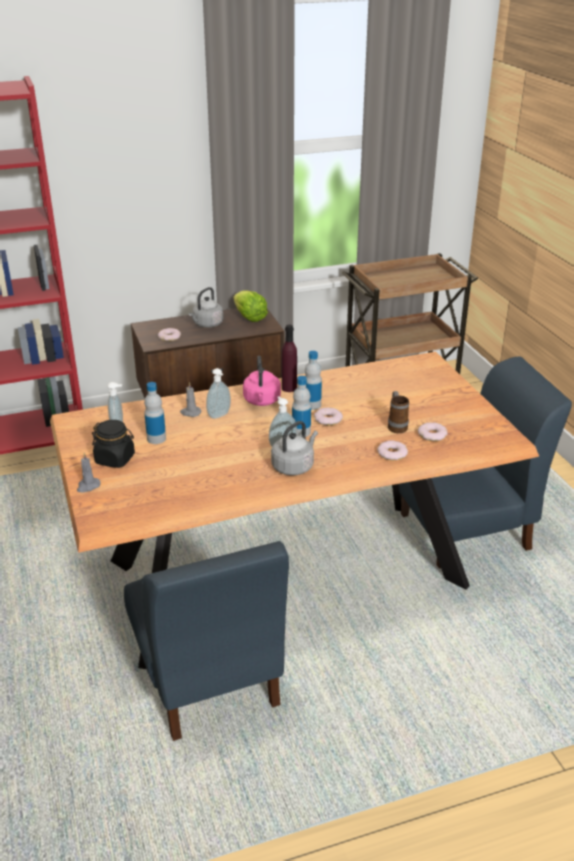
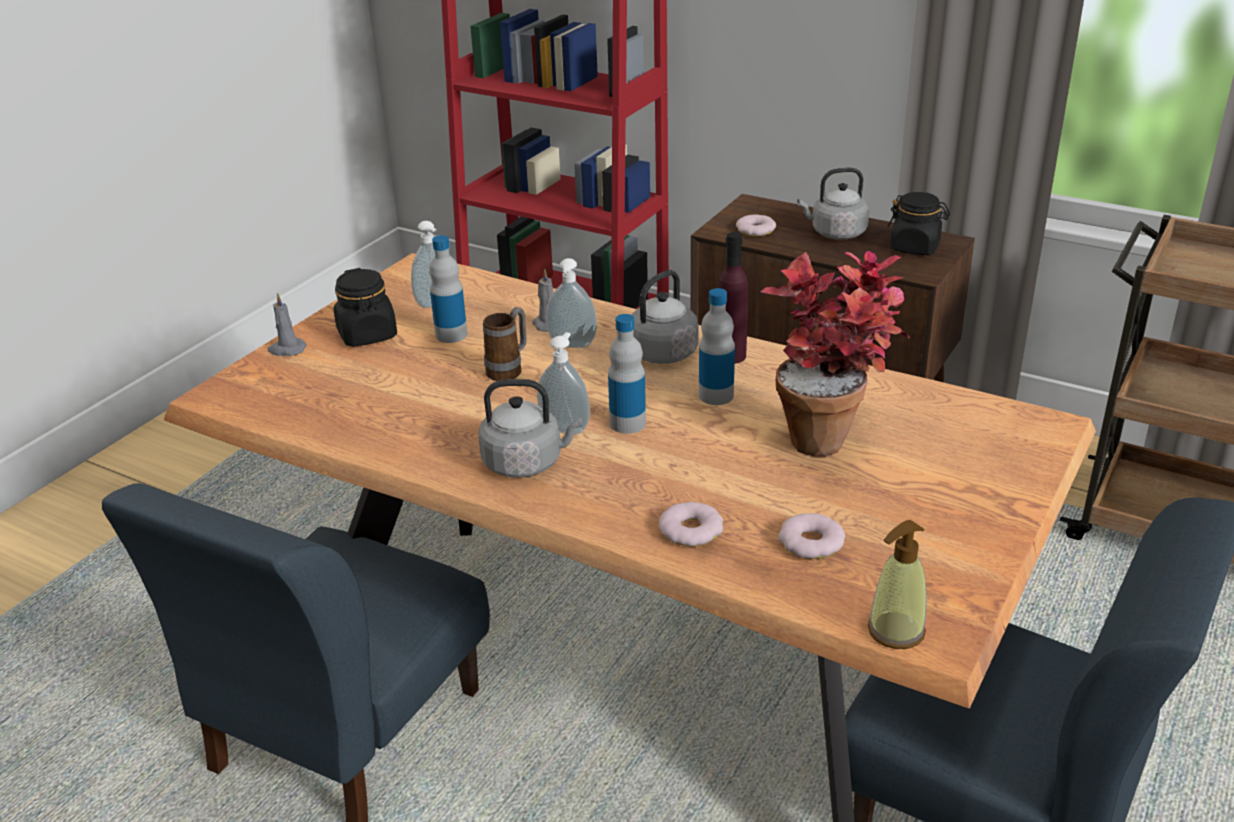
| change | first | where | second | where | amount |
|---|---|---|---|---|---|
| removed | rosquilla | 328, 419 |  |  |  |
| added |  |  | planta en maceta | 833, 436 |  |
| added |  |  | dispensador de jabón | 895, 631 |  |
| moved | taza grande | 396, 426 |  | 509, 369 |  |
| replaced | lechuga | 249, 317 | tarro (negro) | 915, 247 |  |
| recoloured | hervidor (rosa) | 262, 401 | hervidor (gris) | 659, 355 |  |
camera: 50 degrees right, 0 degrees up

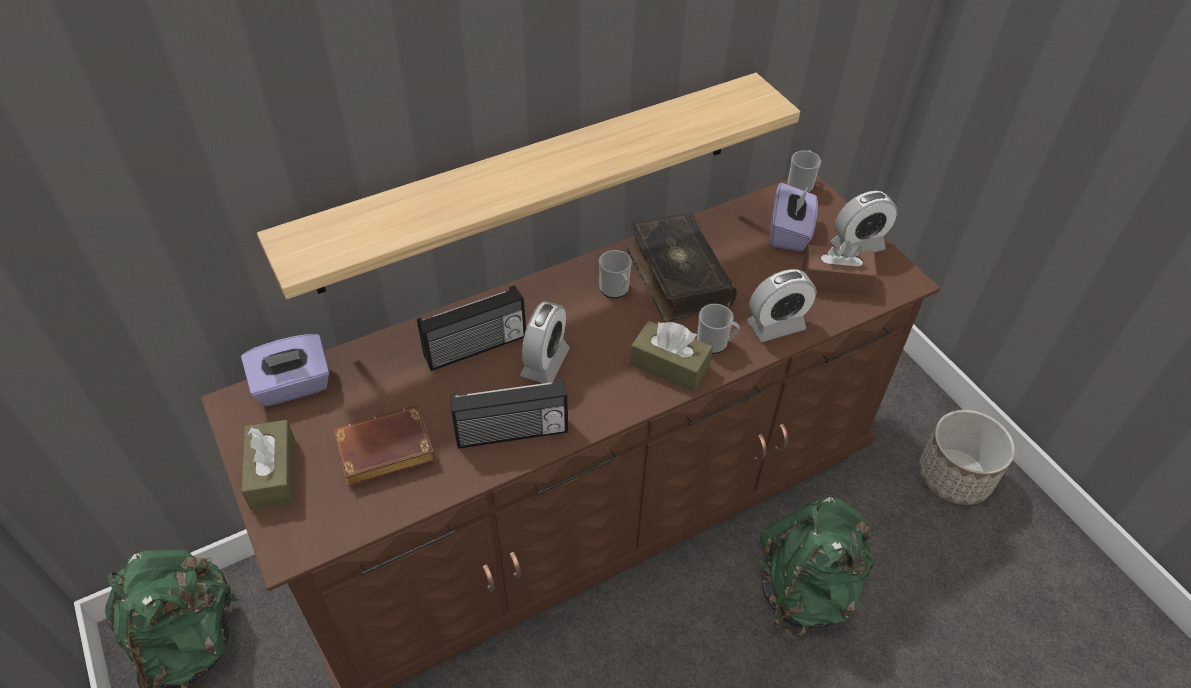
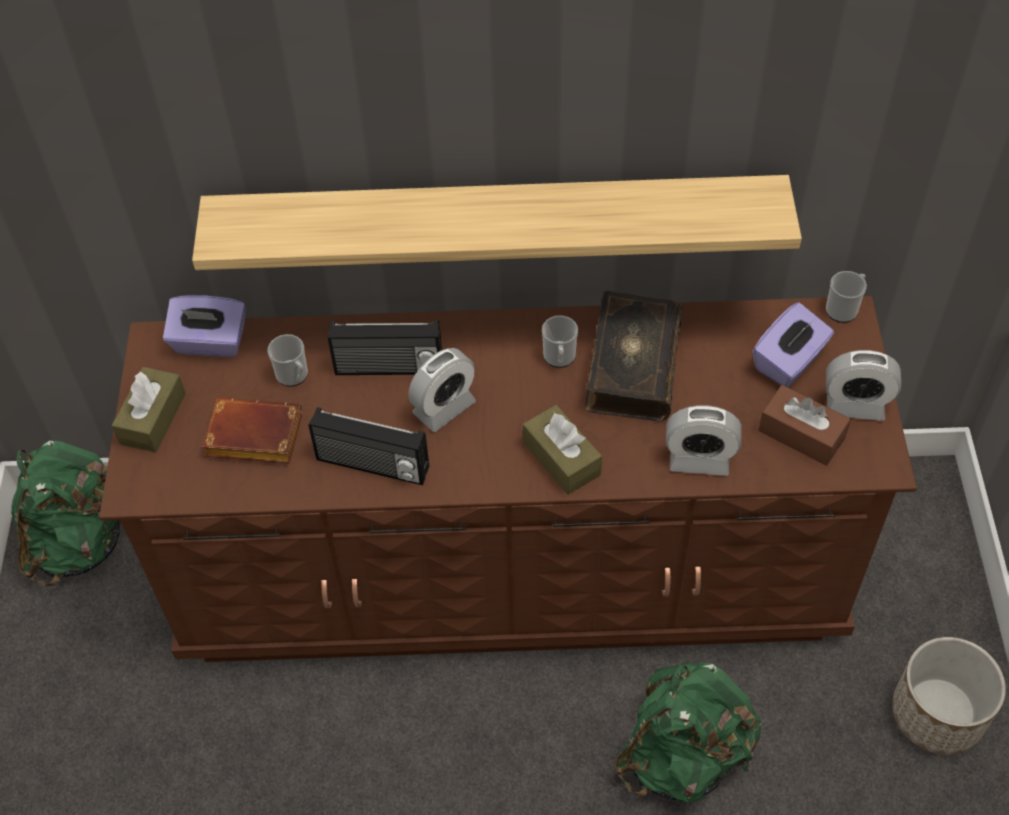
| change | first | where | second | where | amount |
|---|---|---|---|---|---|
| moved | taza grande | 715, 343 |  | 294, 376 |  |
camera: 30 degrees right, 5 degrees up

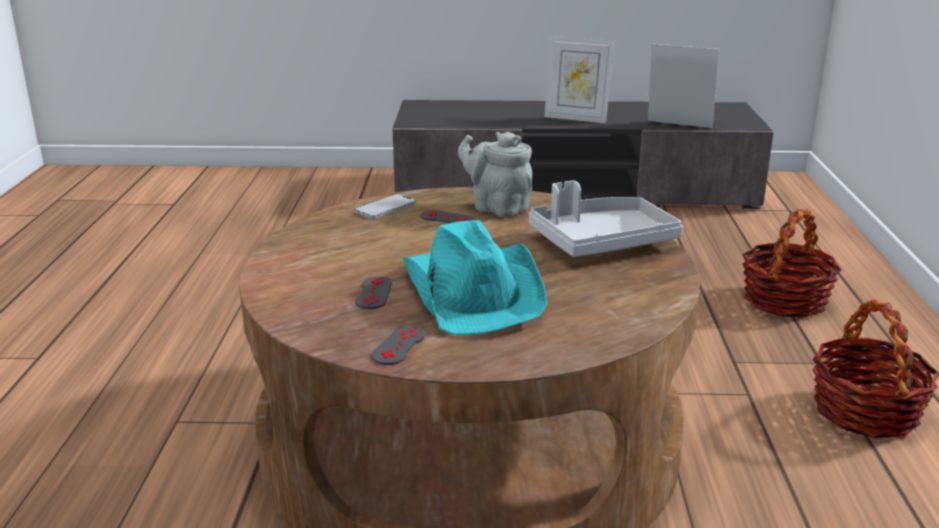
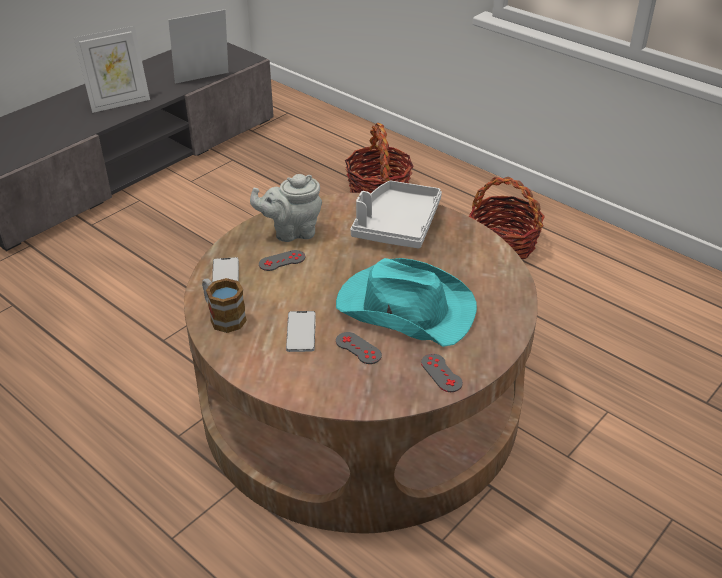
| change | first | where | second | where | amount |
|---|---|---|---|---|---|
| added |  |  | taza grande | 223, 317 |  |
| added |  |  | móvil | 301, 332 |  |
camera: 50 degrees left, 15 degrees up

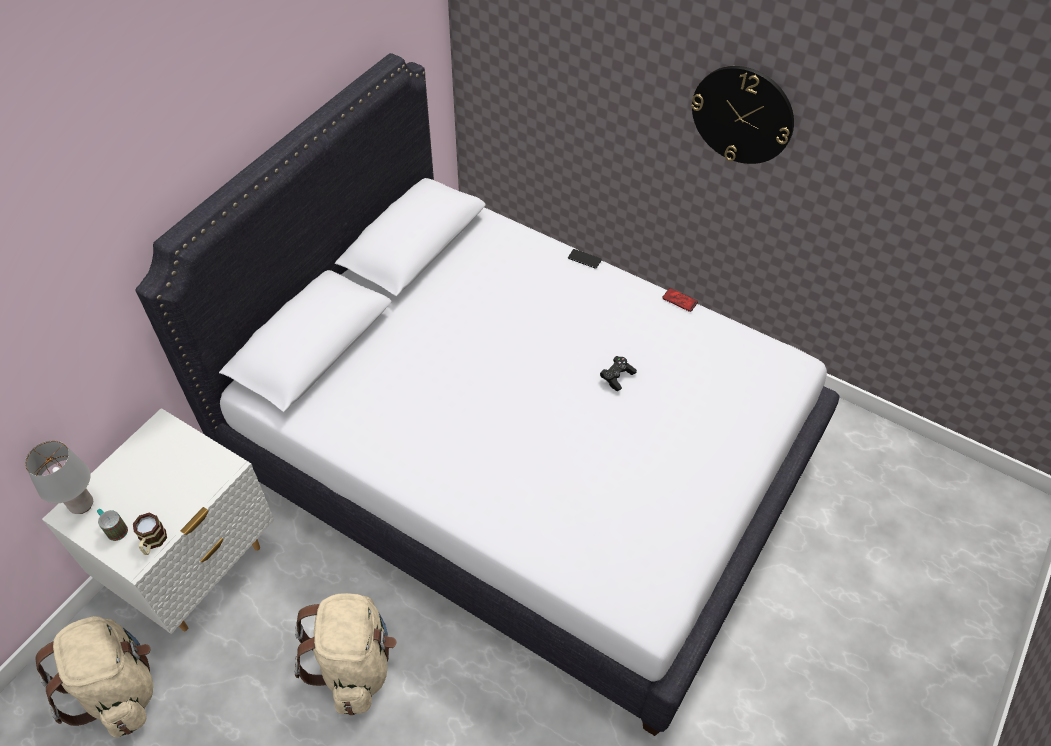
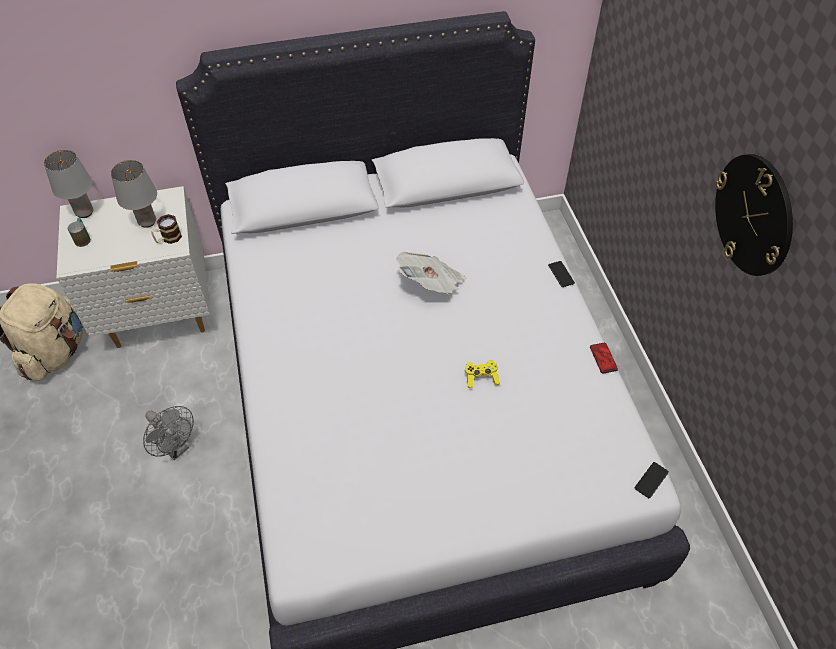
| change | first | where | second | where | amount |
|---|---|---|---|---|---|
| added |  |  | lámpara de mesa (gris) | 148, 222 |  |
| added |  |  | periódico | 432, 284 |  |
| added |  |  | móvil | 651, 480 |  |
| moved | taza grande | 152, 542 |  | 168, 239 |  |
| replaced | mochila (beis) | 355, 664 | ventilador (gris) | 176, 448 |  |
| recoloured | mando de consola (negro) | 617, 377 | mando de consola (amarillo) | 481, 378 |  |
camera: 45 degrees right, 0 degrees up

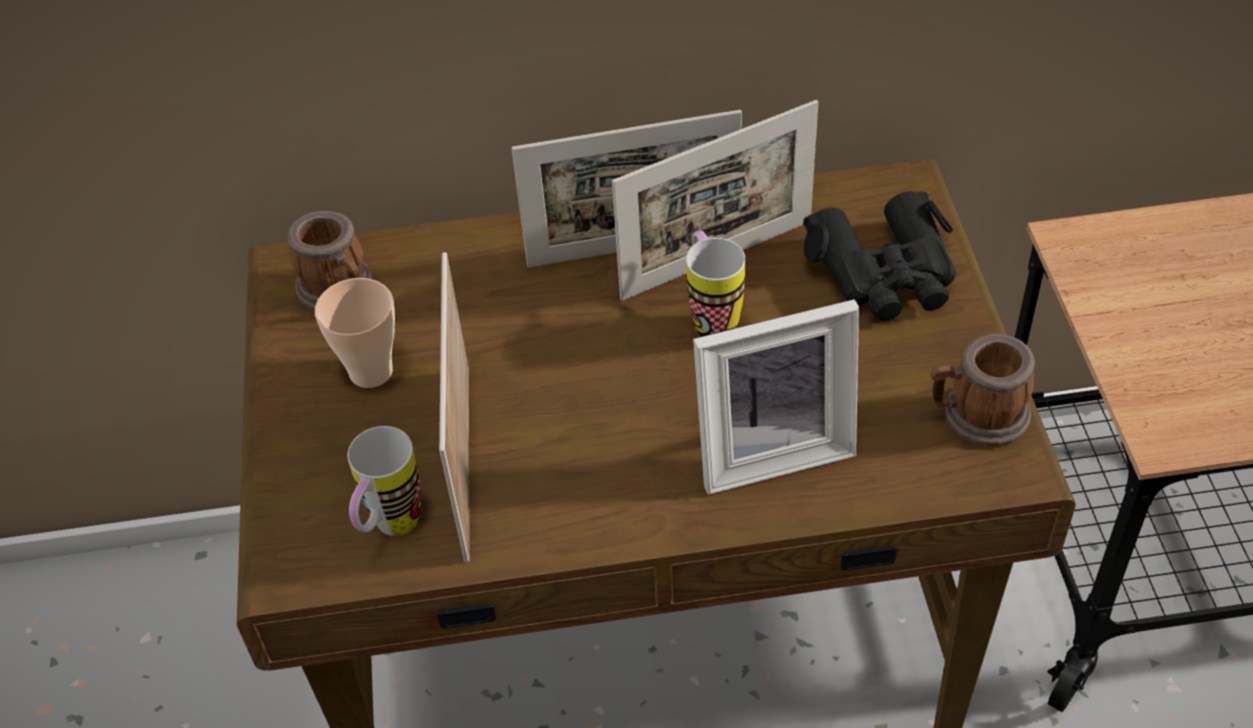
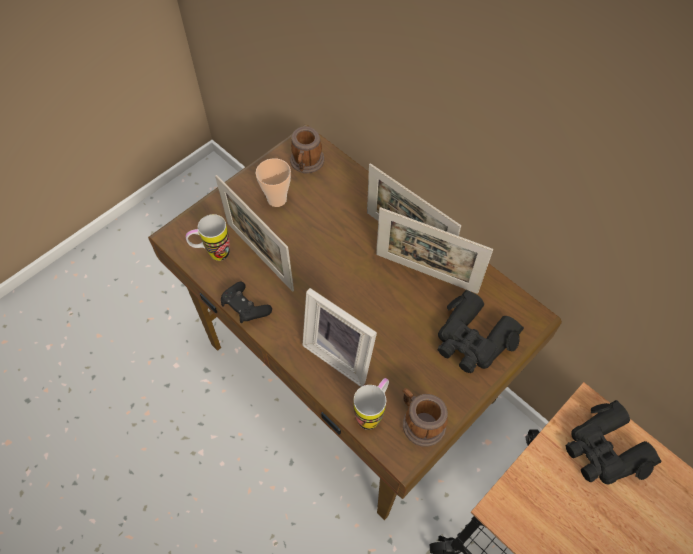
| change | first | where | second | where | amount |
|---|---|---|---|---|---|
| added |  |  | mando de consola (negro) | 245, 308 |  |
| added |  |  | prismáticos (negro) | 604, 450 |  |
| moved | taza grande | 710, 318 |  | 372, 412 |  |
| turned | portarretratos | 466, 460 |  | 259, 256 | 90 degrees counterclockwise |
camera: 50 degrees right, 10 degrees up

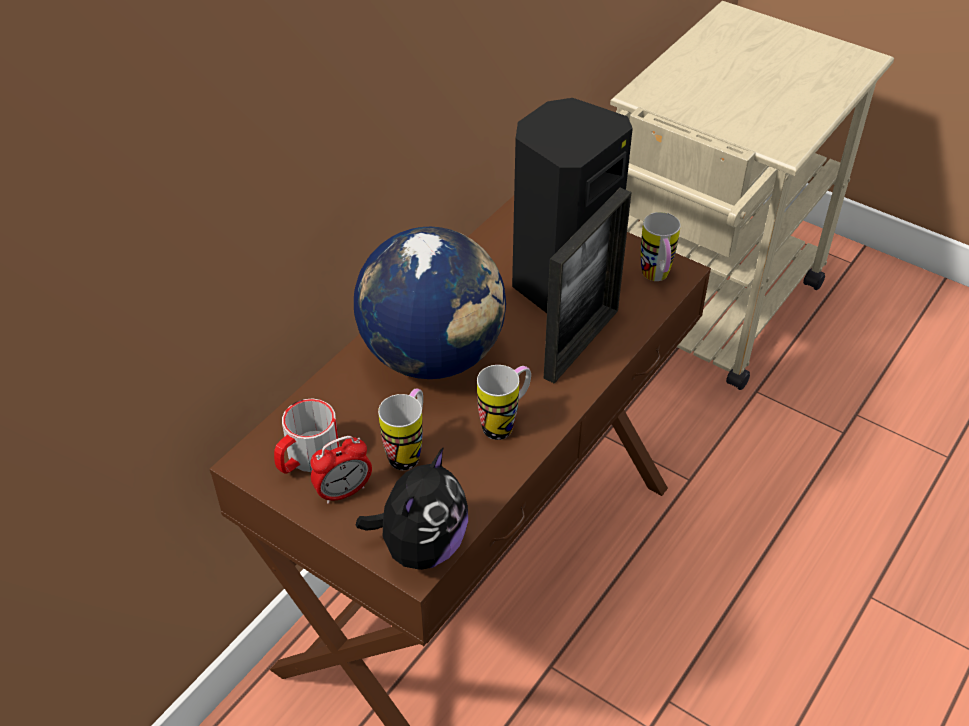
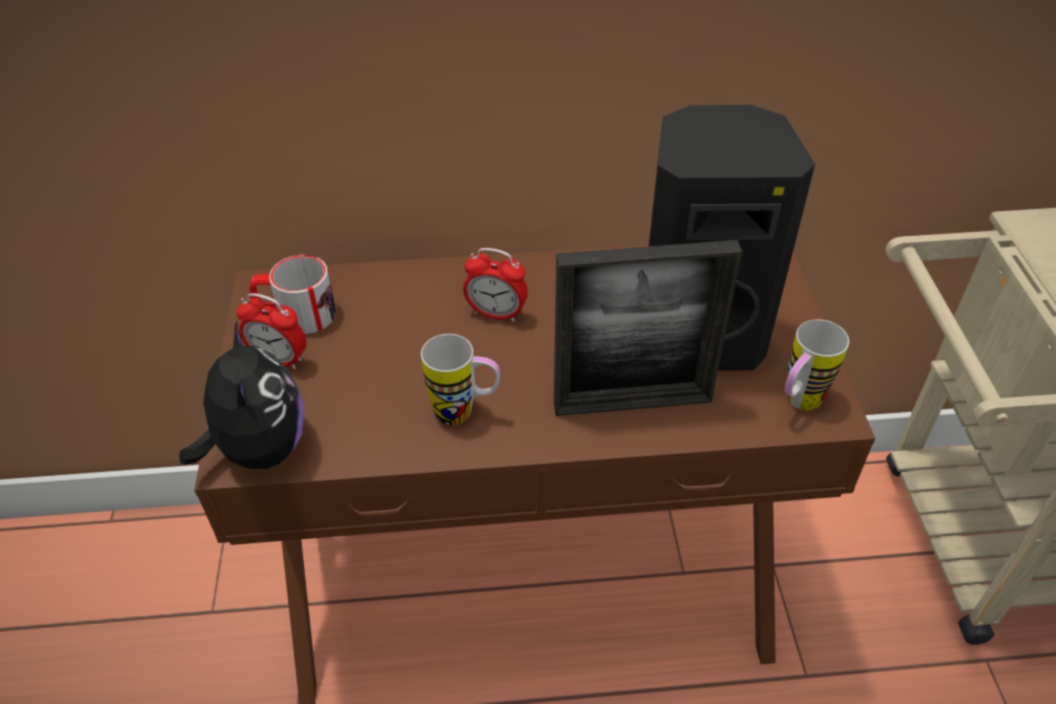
| change | first | where | second | where | amount |
|---|---|---|---|---|---|
| removed | taza grande | 408, 451 |  |  |  |
| replaced | globo terráqueo | 433, 355 | despertador | 496, 314 |  |
| turned | peluche | 421, 546 |  | 259, 449 | 90 degrees counterclockwise |
camera: 50 degrees right, 0 degrees up

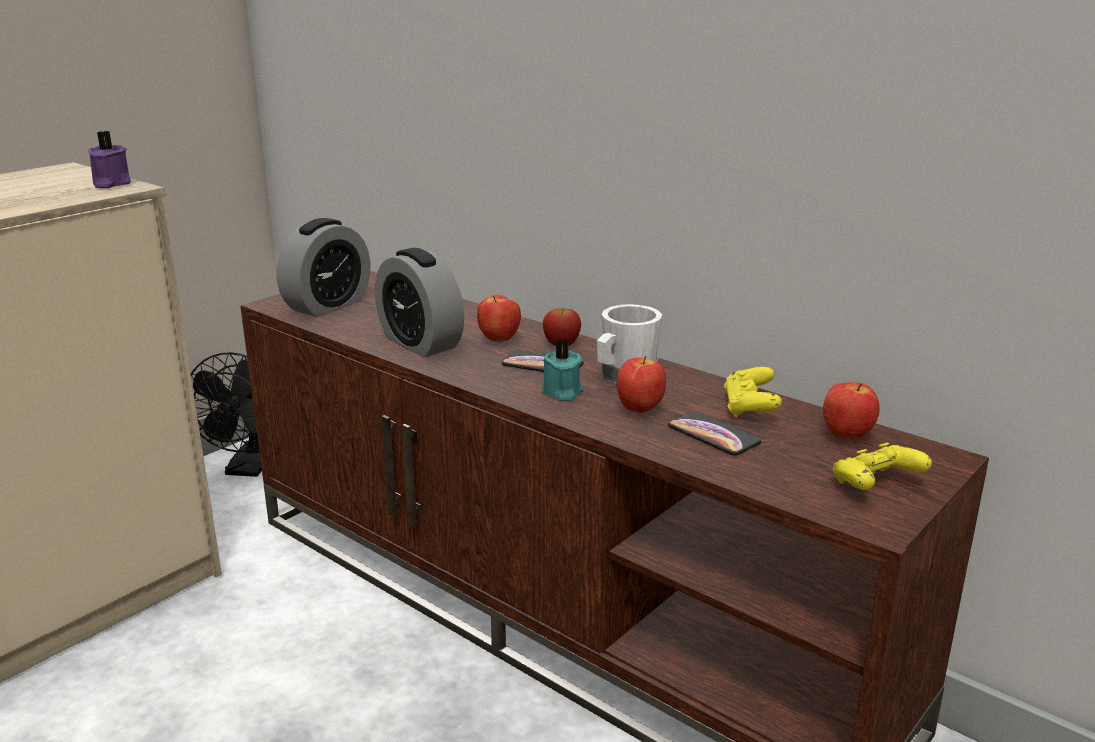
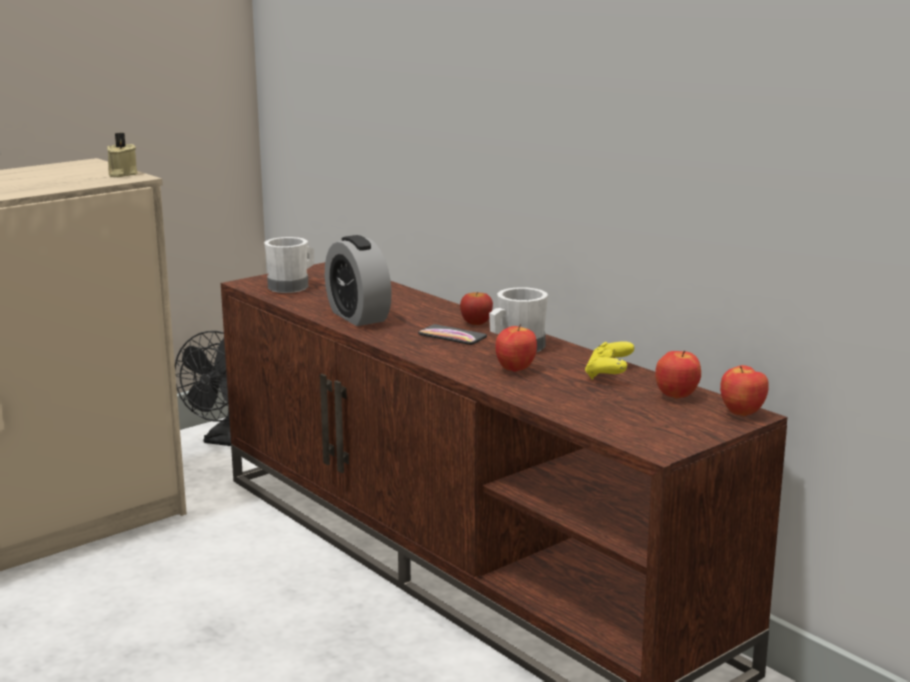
| change | first | where | second | where | amount |
|---|---|---|---|---|---|
| removed | vela (turquesa) | 561, 392 |  |  |  |
| removed | móvil | 713, 435 |  |  |  |
| removed | mando de consola (amarillo) | 875, 486 |  |  |  |
| moved | manzana | 499, 340 |  | 742, 414 |  |
| replaced | despertador | 328, 305 | taza grande (blanco) | 292, 286 |  |
| recoloured | vela (morado) | 110, 184 | vela (beis) | 121, 174 |  |
camera: 10 degrees right, 5 degrees down

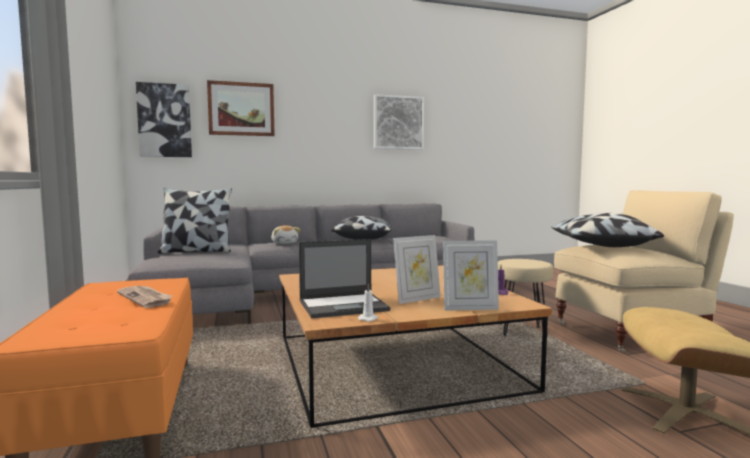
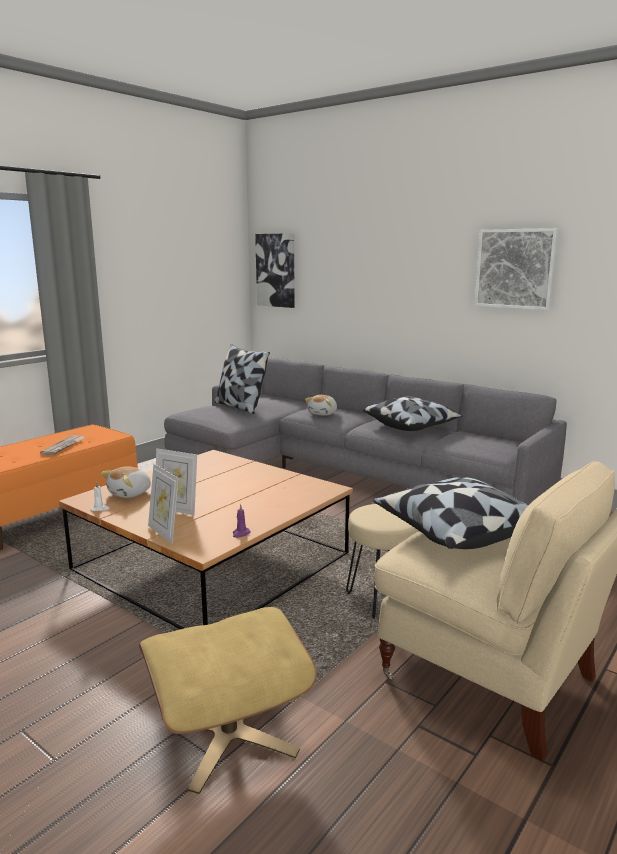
| change | first | where | second | where | amount |
|---|---|---|---|---|---|
| removed | cuadro | 241, 109 |  |  |  |
| replaced | portátil | 344, 306 | peluche | 130, 493 |  |
camera: 55 degrees right, 10 degrees up

